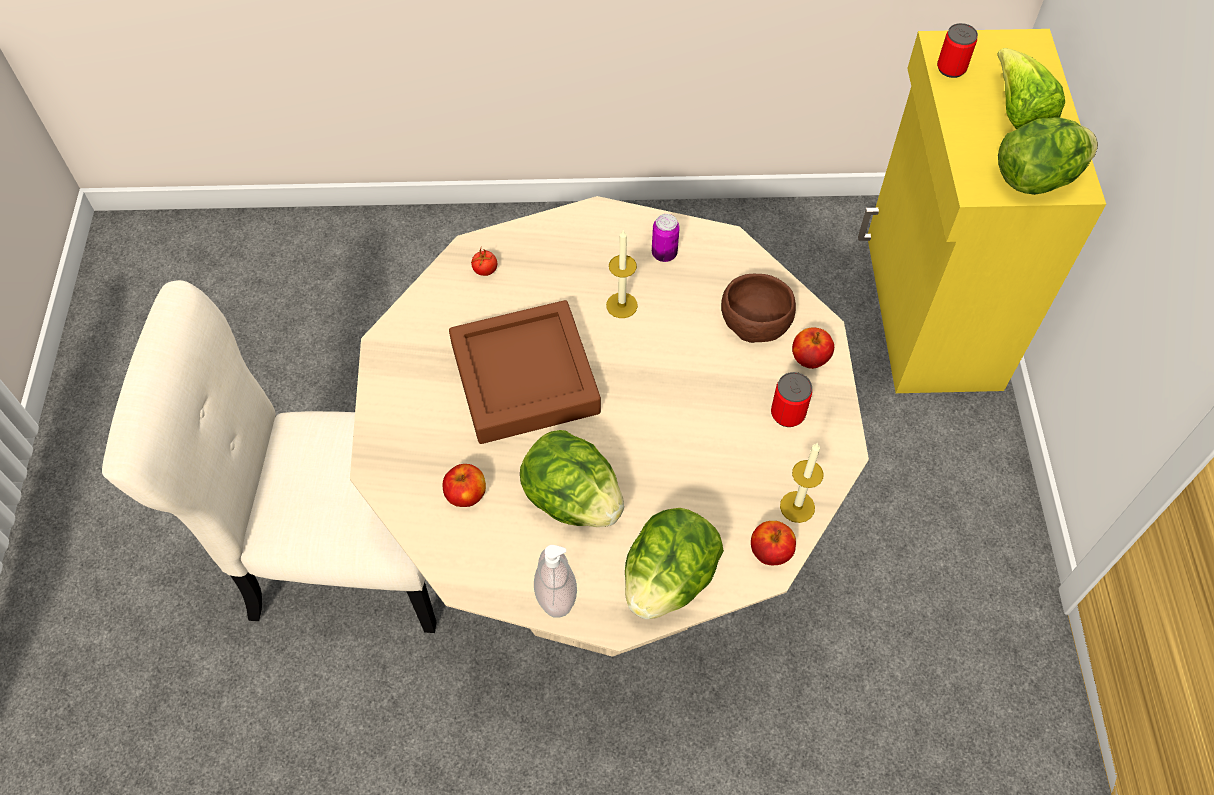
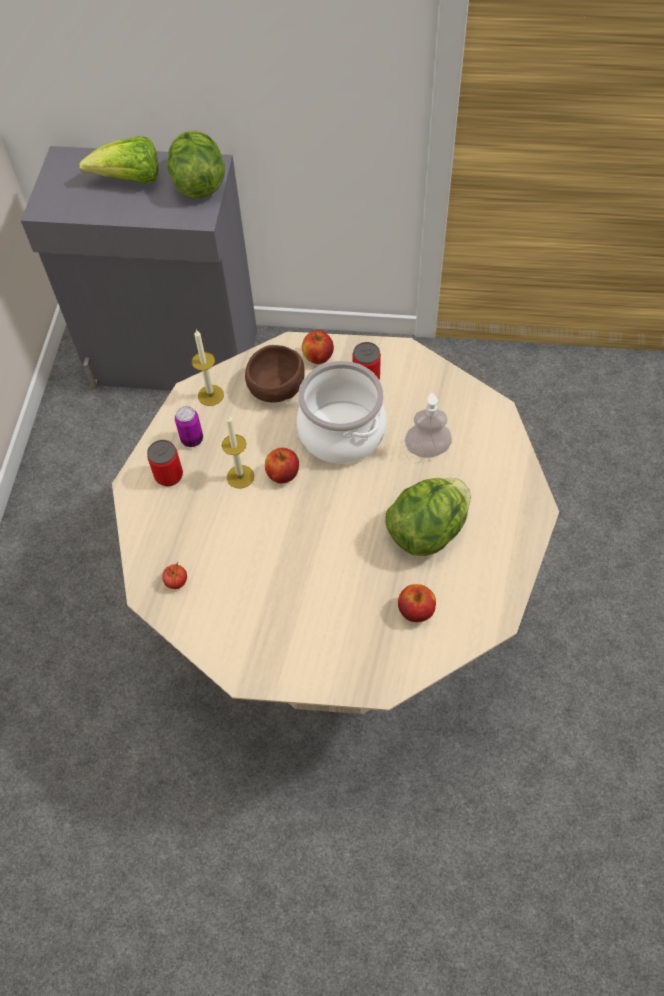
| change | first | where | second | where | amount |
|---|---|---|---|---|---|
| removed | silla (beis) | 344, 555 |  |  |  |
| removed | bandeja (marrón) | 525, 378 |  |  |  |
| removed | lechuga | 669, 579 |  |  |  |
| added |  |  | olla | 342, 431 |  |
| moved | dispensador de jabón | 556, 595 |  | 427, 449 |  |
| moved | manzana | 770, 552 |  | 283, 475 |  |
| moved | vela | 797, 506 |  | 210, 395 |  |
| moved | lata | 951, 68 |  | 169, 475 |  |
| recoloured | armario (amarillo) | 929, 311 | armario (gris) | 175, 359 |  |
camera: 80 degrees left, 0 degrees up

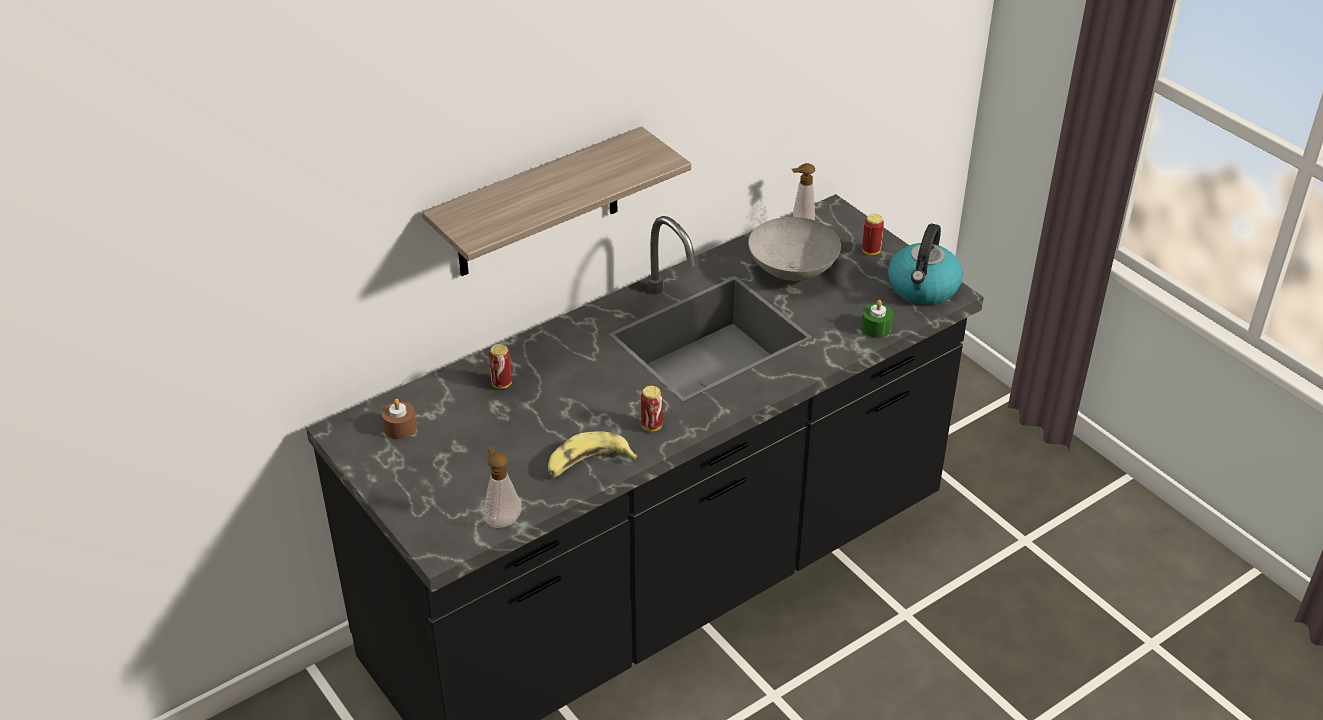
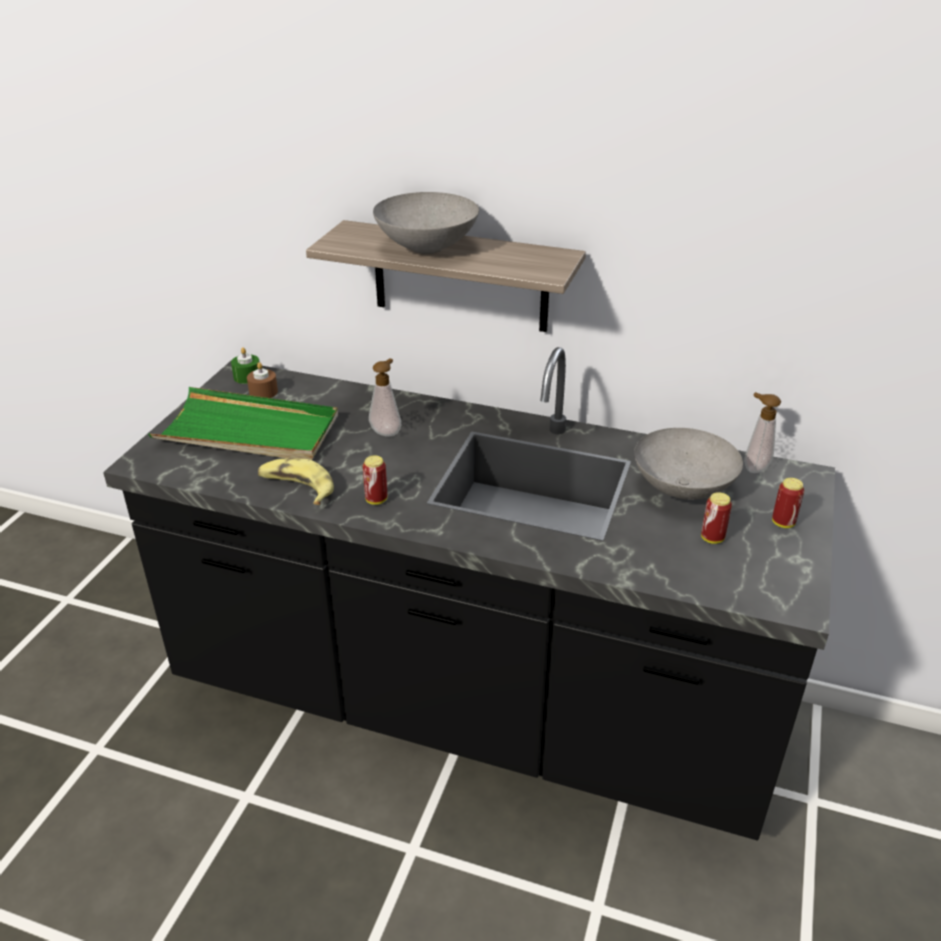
| change | first | where | second | where | amount |
|---|---|---|---|---|---|
| removed | hervidor | 923, 288 |  |  |  |
| added |  |  | bandeja (verde) | 249, 431 |  |
| added |  |  | cuenco (gris) | 427, 248 |  |
| moved | dispensador de jabón | 502, 520 |  | 387, 431 |  |
| moved | lata | 502, 384 |  | 712, 538 |  |
| moved | vela (verde) | 876, 328 |  | 247, 376 |  |
camera: 55 degrees right, 5 degrees down

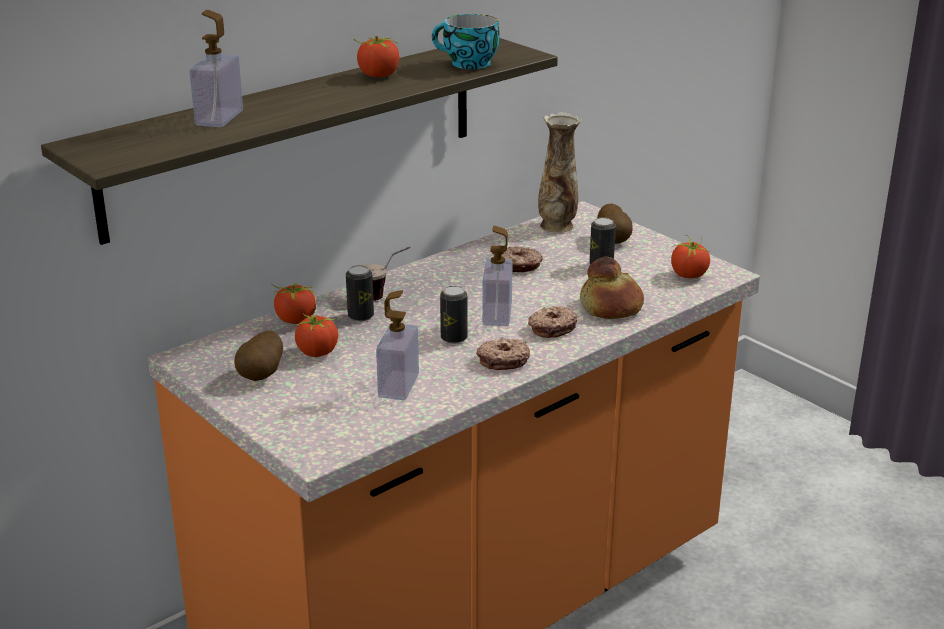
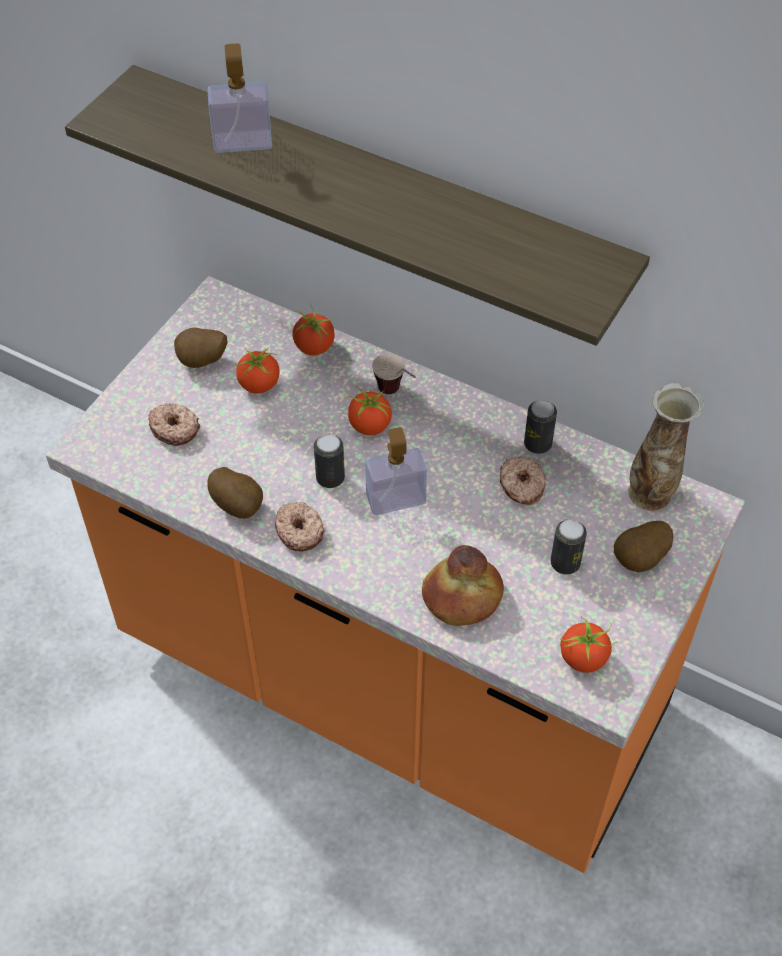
| change | first | where | second | where | amount |
|---|---|---|---|---|---|
| removed | dispensador de jabón | 398, 386 |  |  |  |
| removed | taza | 468, 64 |  |  |  |
| added |  |  | patata | 239, 505 |  |
| moved | lata | 360, 316 |  | 537, 444 |  |
| moved | tomate | 378, 75 |  | 369, 425 |  |
| moved | rosquilla | 551, 328 |  | 175, 428 |  |
camera: 70 degrees right, 25 degrees up

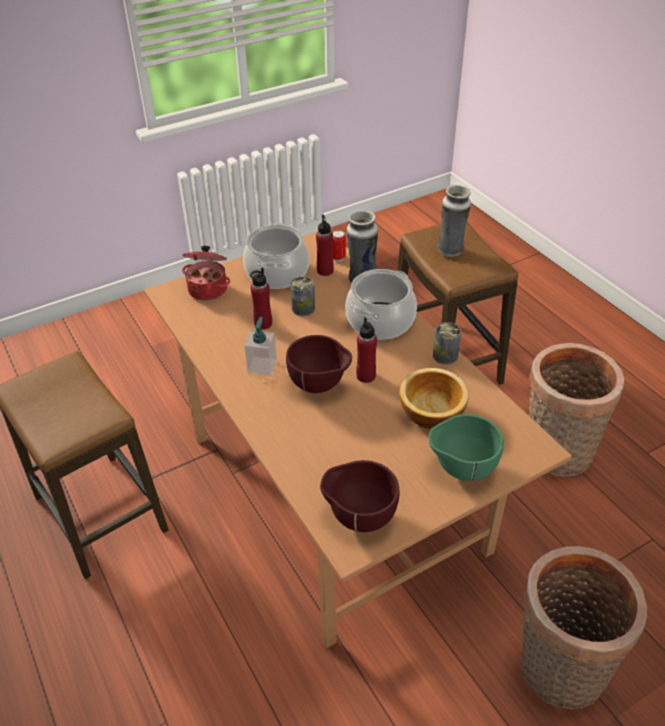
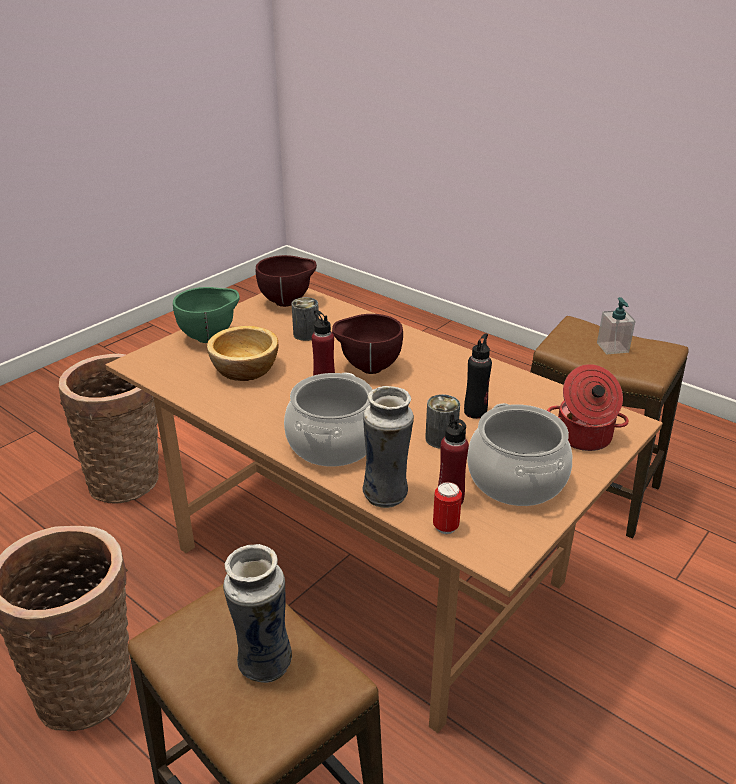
| change | first | where | second | where | amount |
|---|---|---|---|---|---|
| moved | dispensador de jabón | 262, 365 |  | 612, 348 |  |
| moved | lata | 445, 356 |  | 306, 334 |  |
| recoloured | botella (rojo) | 263, 323 | botella (negro) | 475, 412 |  |
camera: 160 degrees right, 10 degrees down

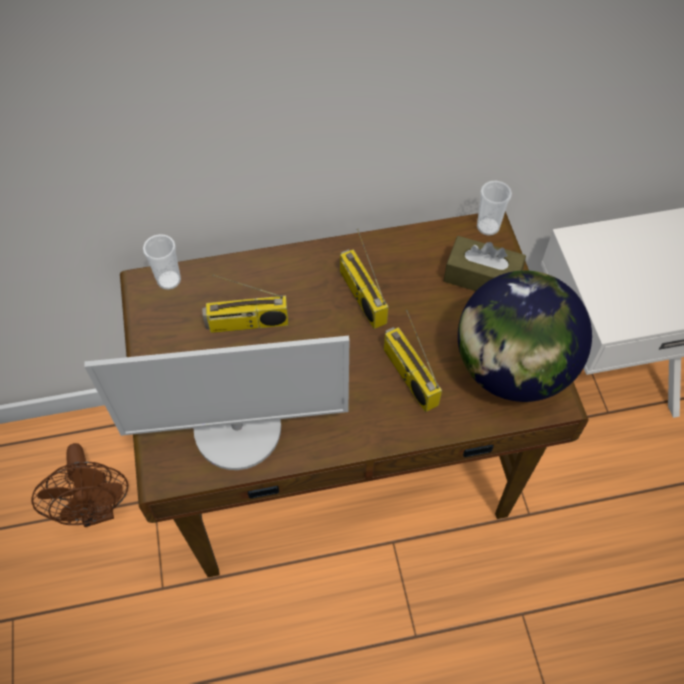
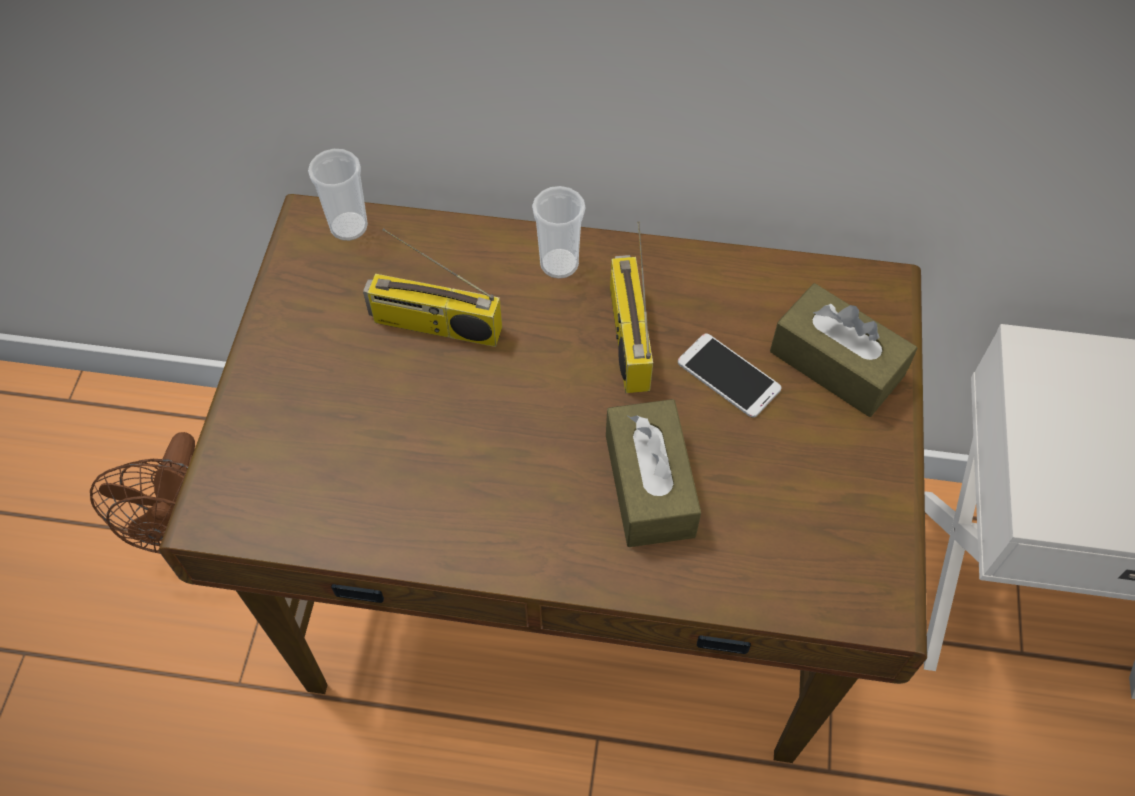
| change | first | where | second | where | amount |
|---|---|---|---|---|---|
| removed | monitor | 238, 429 |  |  |  |
| removed | globo terráqueo | 511, 369 |  |  |  |
| added |  |  | móvil | 728, 375 |  |
| moved | taza | 488, 227 |  | 559, 264 |  |
| replaced | radio | 408, 376 | caja de pañuelos (marrón) | 649, 485 |  |
camera: 20 degrees right, 0 degrees up

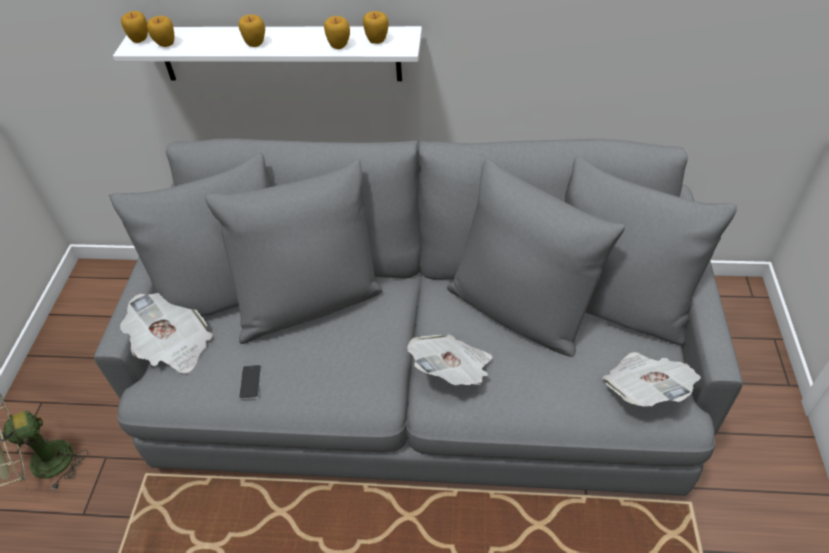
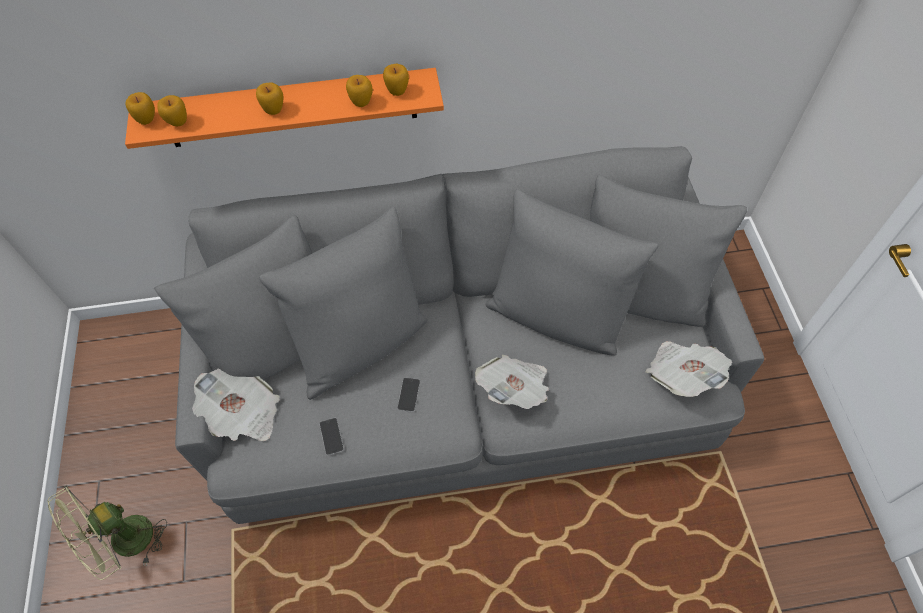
| change | first | where | second | where | amount |
|---|---|---|---|---|---|
| added |  |  | móvil | 408, 394 |  |
| recoloured | estante (blanco) | 279, 53 | estante (naranja) | 291, 108 |  |
camera: 15 degrees left, 10 degrees up

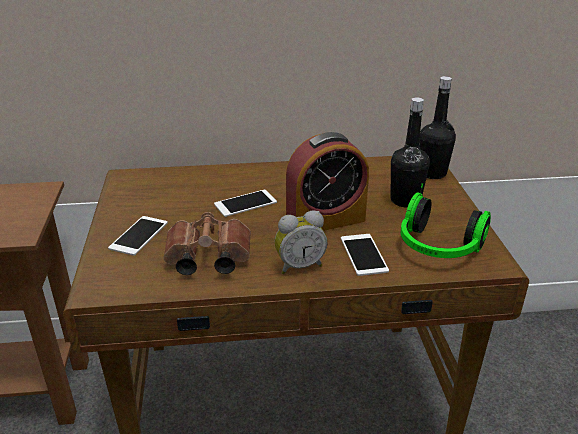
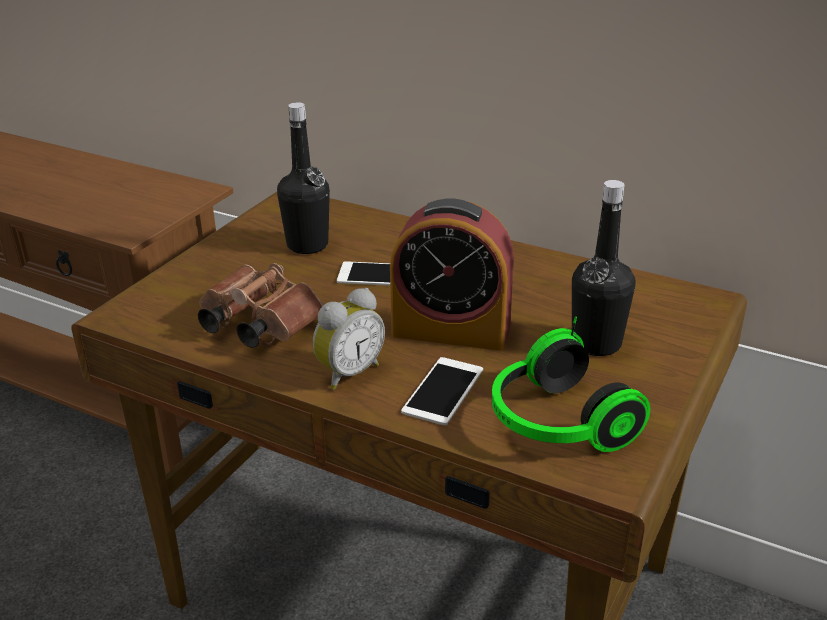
| change | first | where | second | where | amount |
|---|---|---|---|---|---|
| removed | móvil | 139, 235 |  |  |  |
| moved | botella (negro) | 432, 173 |  | 307, 245 |  |
| turned | despertador | 299, 266 |  | 348, 372 | 60 degrees counterclockwise |
camera: 35 degrees right, 0 degrees up

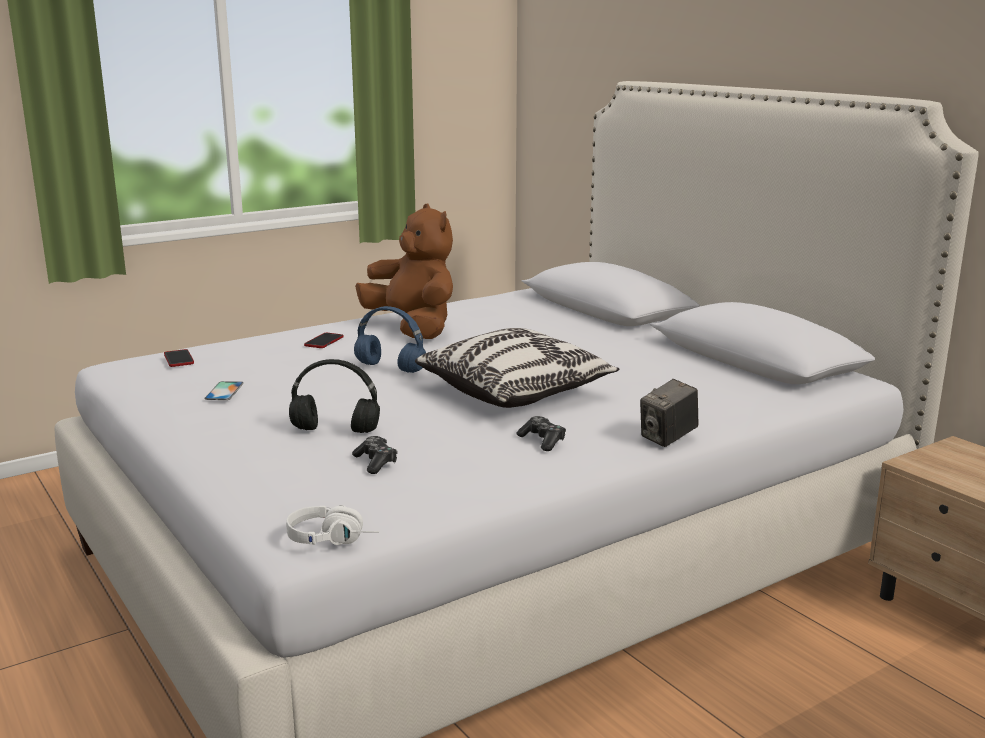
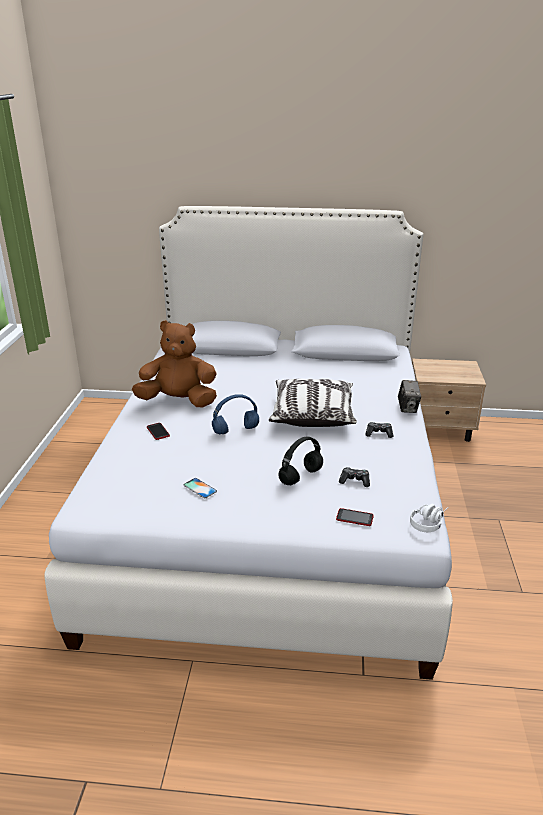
| change | first | where | second | where | amount |
|---|---|---|---|---|---|
| moved | móvil | 179, 359 |  | 354, 518 |  |
camera: 50 degrees left, 10 degrees up

